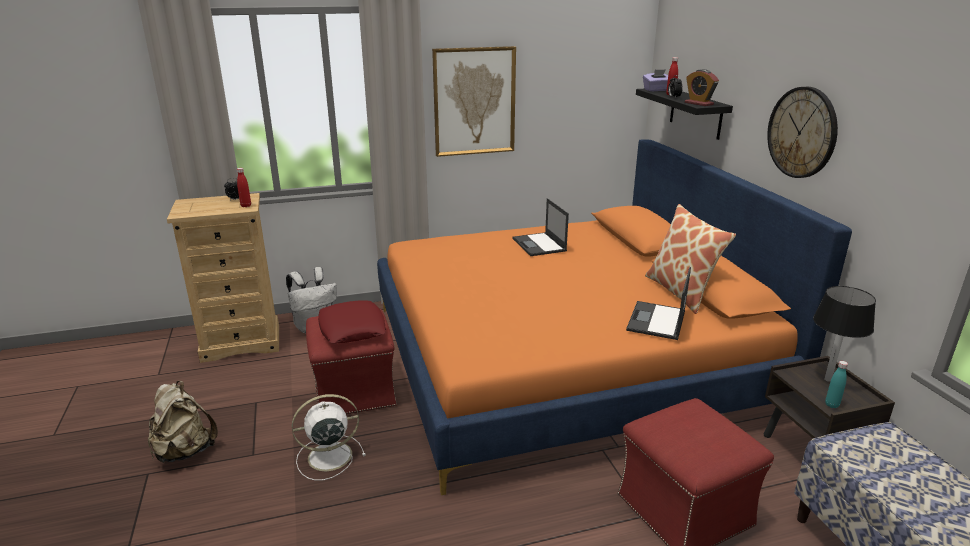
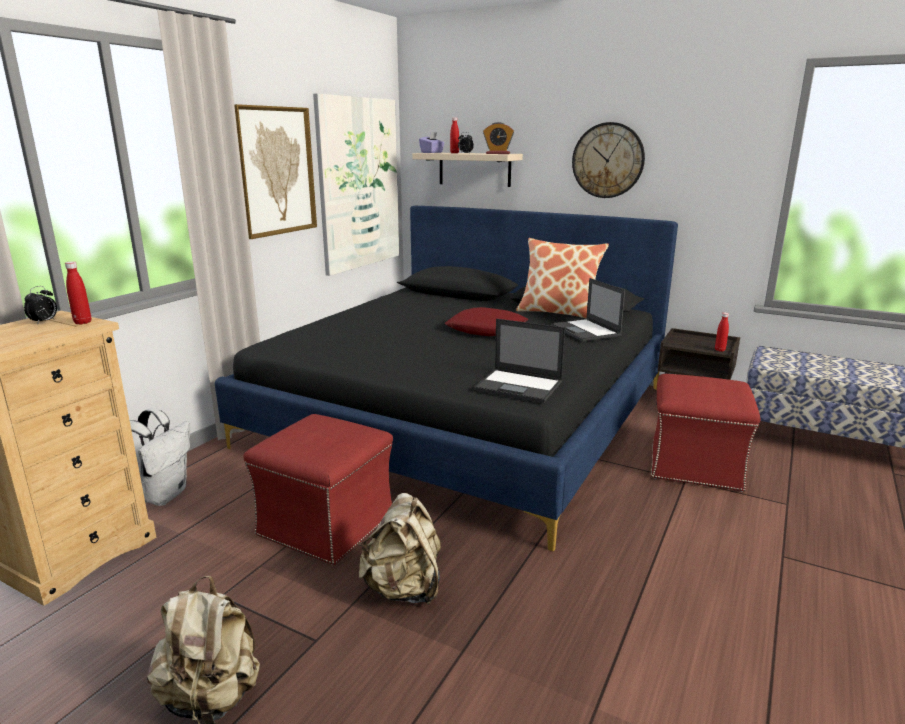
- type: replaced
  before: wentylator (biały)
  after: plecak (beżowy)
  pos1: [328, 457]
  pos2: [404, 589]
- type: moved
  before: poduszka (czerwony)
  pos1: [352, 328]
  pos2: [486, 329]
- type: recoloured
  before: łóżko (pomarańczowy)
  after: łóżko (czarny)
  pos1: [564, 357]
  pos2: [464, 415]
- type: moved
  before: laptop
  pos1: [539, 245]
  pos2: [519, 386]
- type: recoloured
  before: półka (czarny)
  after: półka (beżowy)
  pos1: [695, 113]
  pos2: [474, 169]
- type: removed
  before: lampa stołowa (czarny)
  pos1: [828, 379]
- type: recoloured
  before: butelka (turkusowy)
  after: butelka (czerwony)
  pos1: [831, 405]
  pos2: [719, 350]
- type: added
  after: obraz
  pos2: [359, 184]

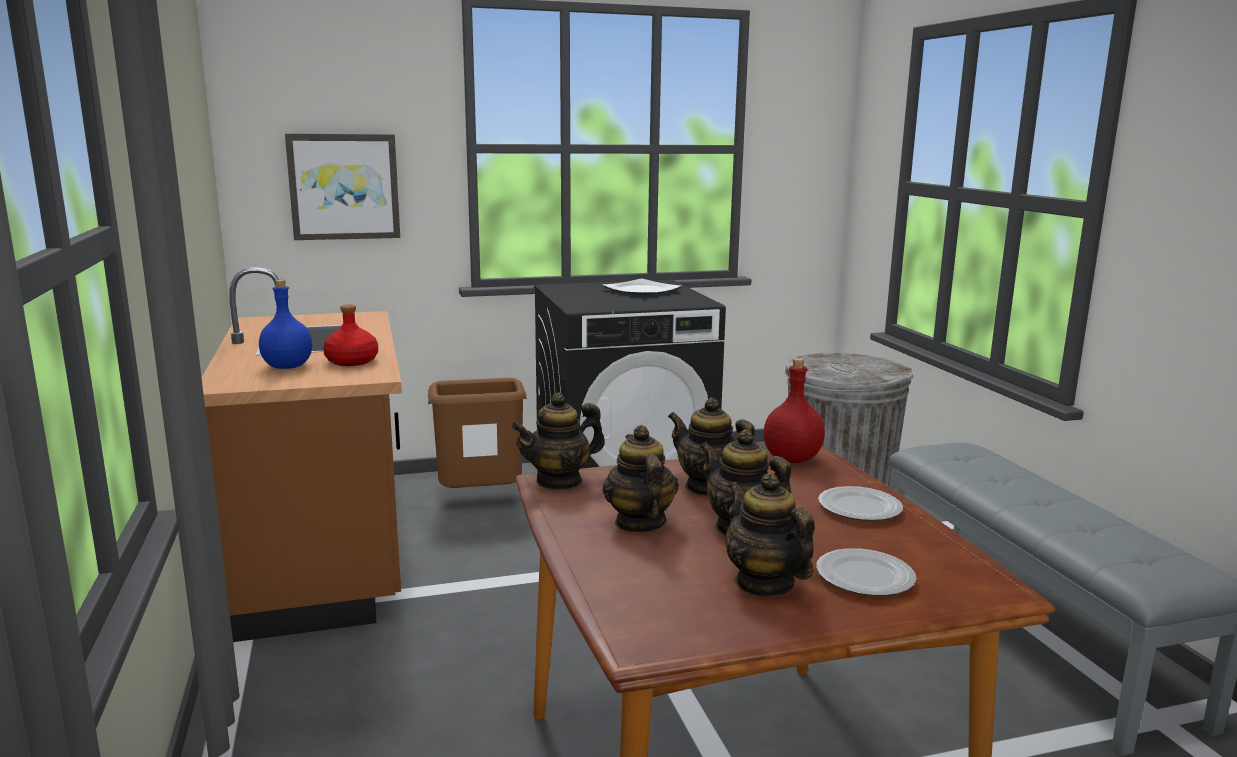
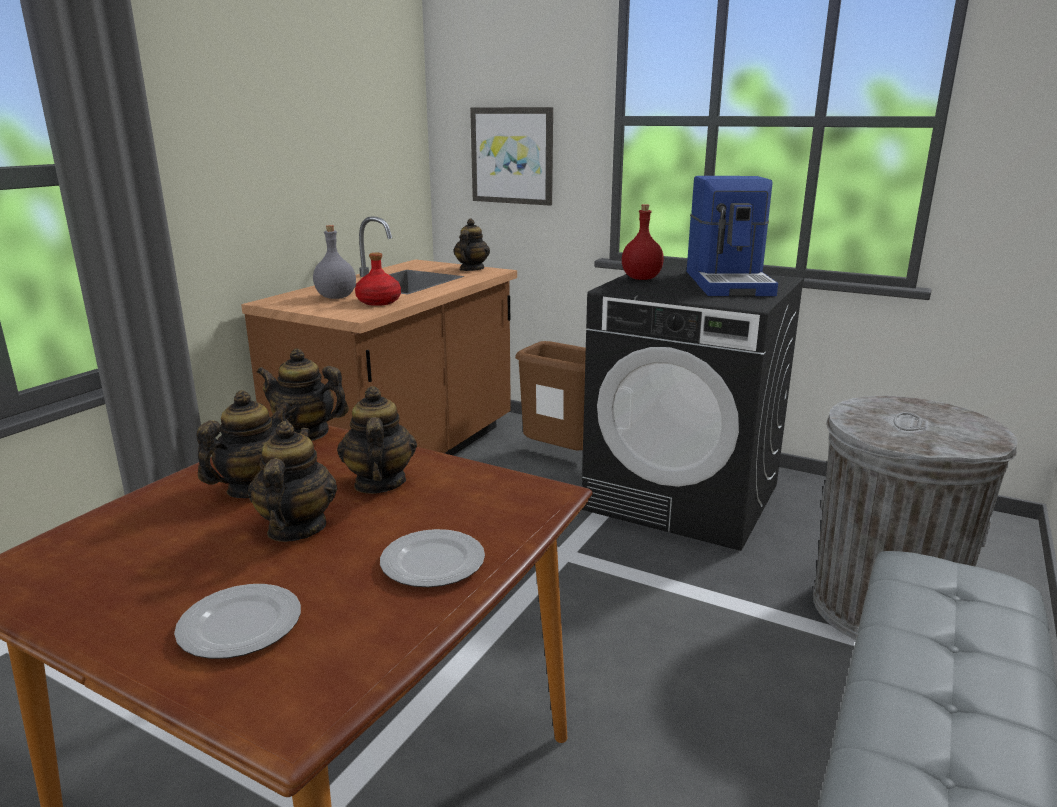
- type: recoloured
  before: butelka (niebieski)
  after: butelka (szary)
  pos1: [288, 367]
  pos2: [336, 297]
- type: replaced
  before: talerz
  after: ekspres do kawy
  pos1: [641, 290]
  pos2: [729, 283]
- type: moved
  before: imbryk
  pos1: [764, 583]
  pos2: [471, 269]
- type: moved
  before: butelka (czerwony)
  pos1: [791, 458]
  pos2: [641, 278]

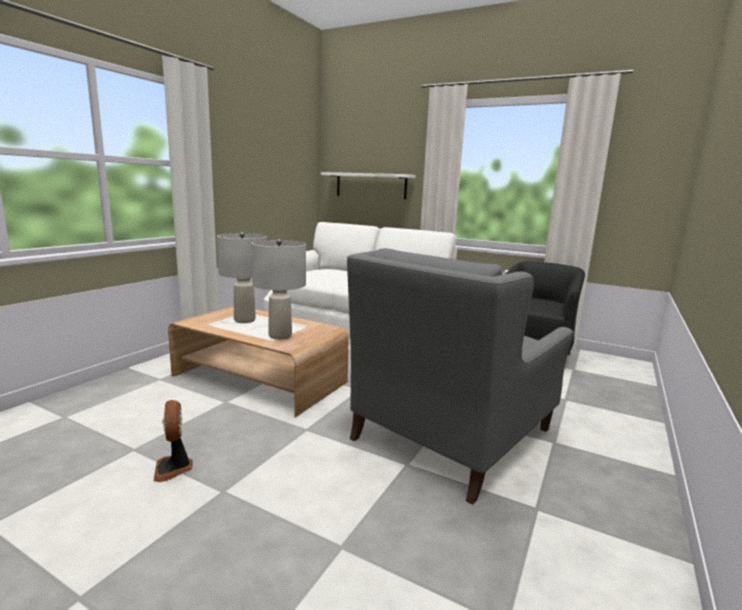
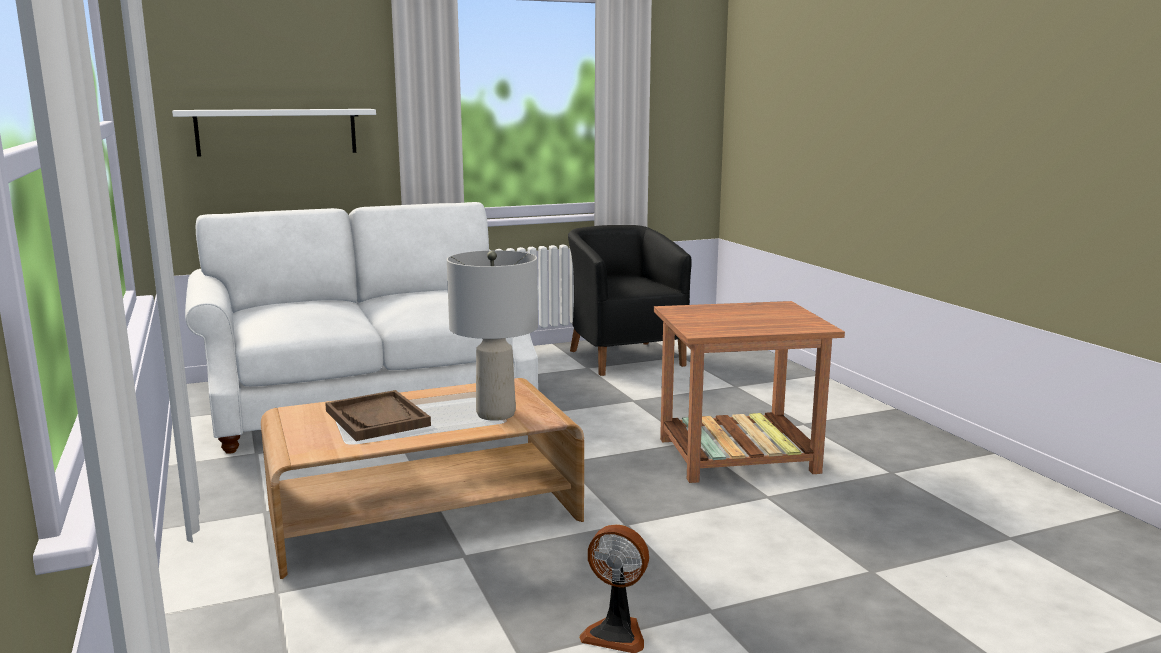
- type: replaced
  before: lampa stołowa (szary)
  after: taca (brązowy)
  pos1: [244, 320]
  pos2: [377, 418]
- type: replaced
  before: fotel (szary)
  after: stolik (brązowy)
  pos1: [452, 433]
  pos2: [735, 455]

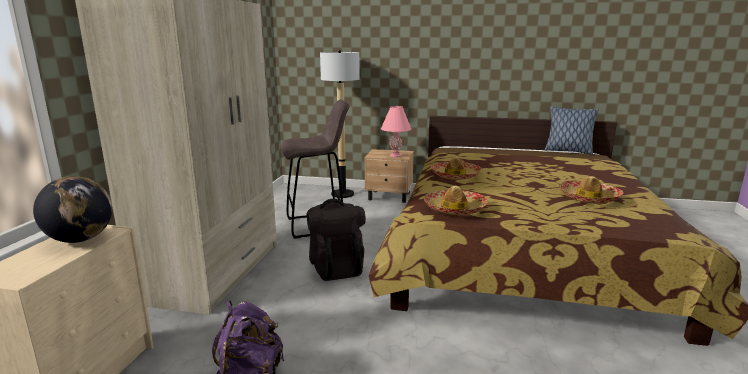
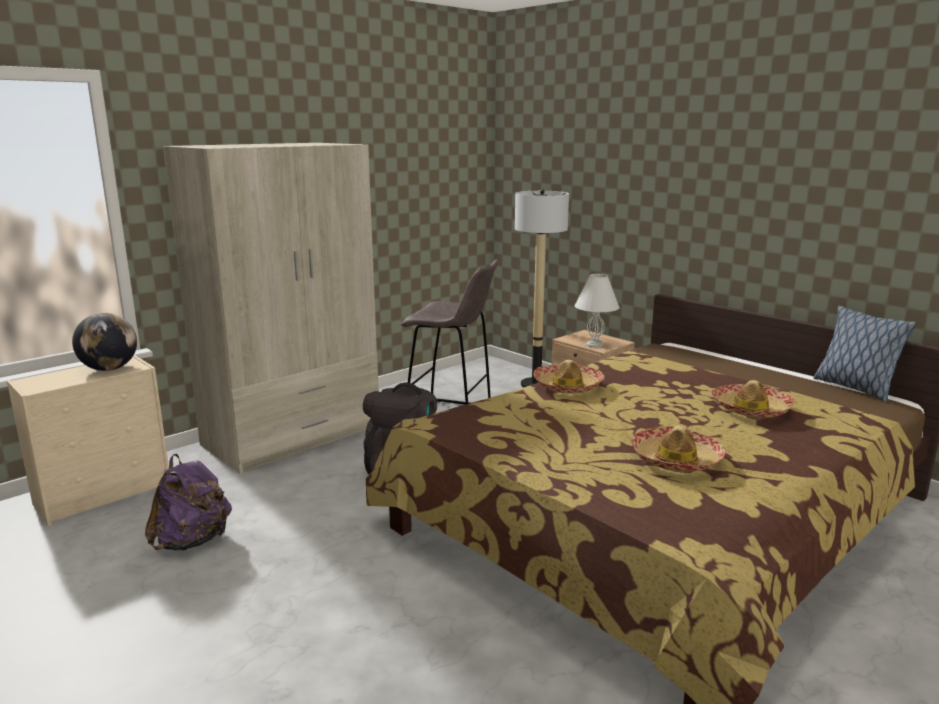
- type: recoloured
  before: lampa stołowa (różowy)
  after: lampa stołowa (biały)
  pos1: [395, 156]
  pos2: [595, 345]
- type: moved
  before: kapelusz
  pos1: [455, 209]
  pos2: [751, 409]

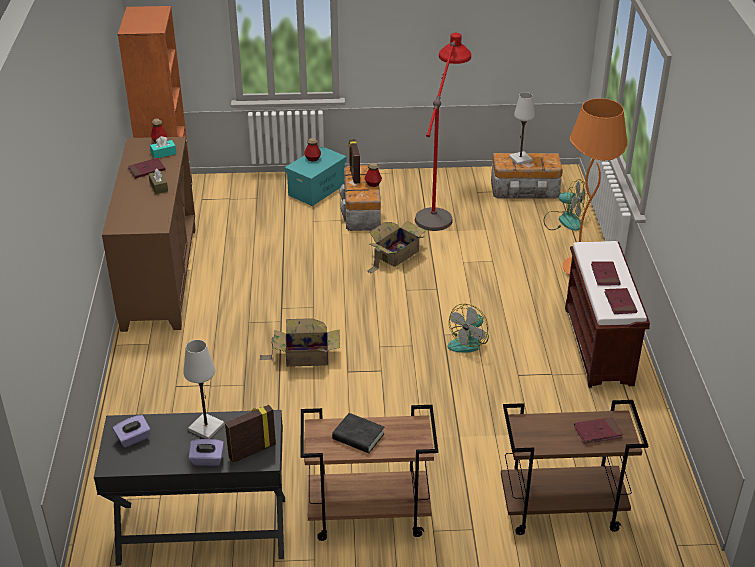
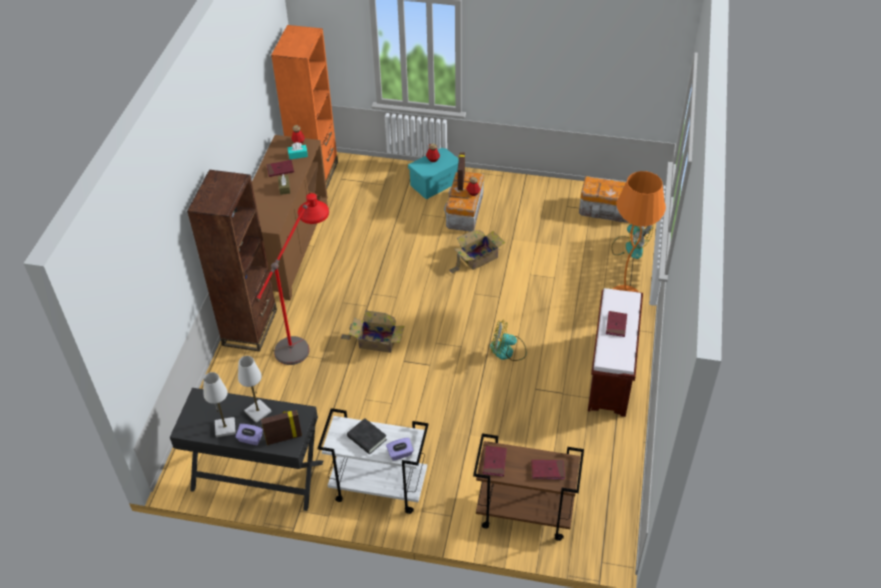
- type: moved
  before: pudełko chusteczek (fioletowy)
  pos1: [133, 439]
  pos2: [400, 454]
- type: recoloured
  before: wózek (brązowy)
  after: wózek (biały)
  pos1: [367, 515]
  pos2: [378, 488]
- type: moved
  before: lampa stojąca (czerwony)
  pos1: [440, 206]
  pos2: [306, 334]
- type: turned
  before: wentylator
  pos1: [469, 341]
  pos2: [507, 351]
  turn: 45
- type: moved
  before: lampa stołowa (biały)
  pos1: [520, 159]
  pos2: [225, 428]
- type: moved
  before: książka (czerwony)
  pos1: [620, 303]
  pos2: [494, 462]
- type: added
  after: regał (brązowy)
  pos2: [250, 327]

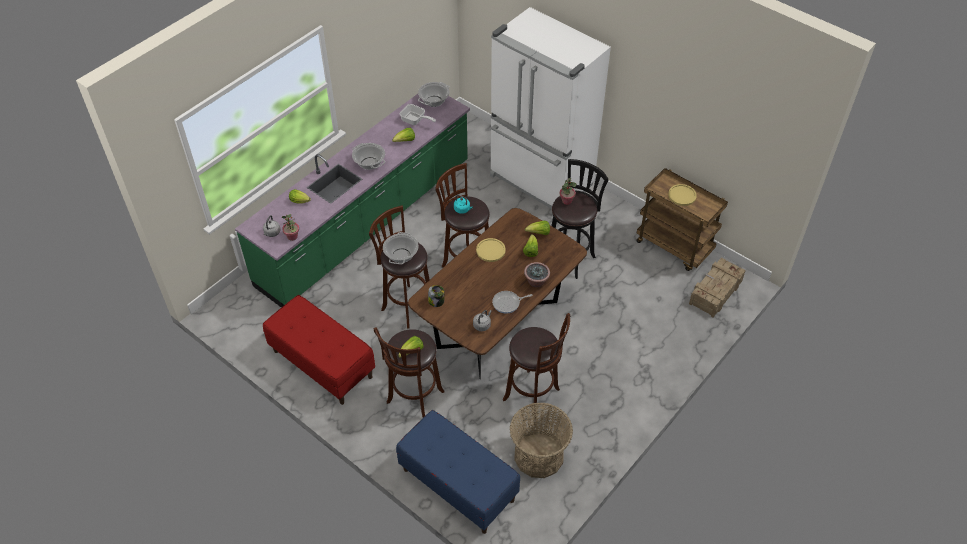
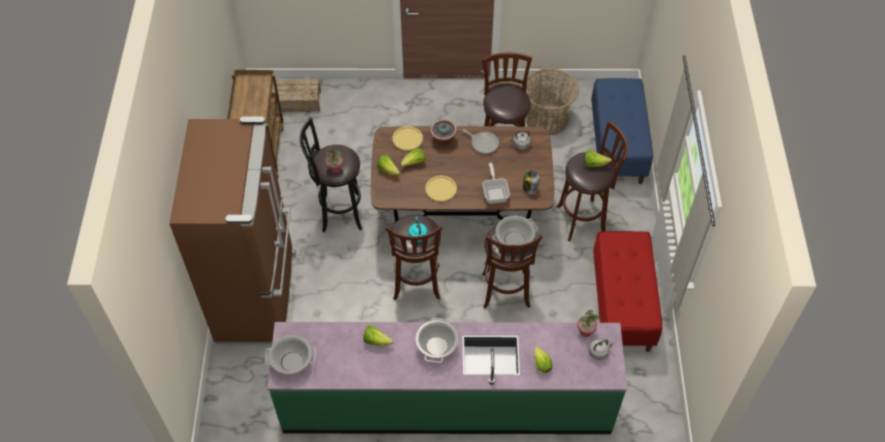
- type: moved
  before: patelnia
  pos1: [415, 121]
  pos2: [495, 192]
- type: recoloured
  before: lodówka (biały)
  after: lodówka (brązowy)
  pos1: [540, 181]
  pos2: [259, 296]
- type: moved
  before: talerz (żółty)
  pos1: [682, 195]
  pos2: [407, 139]

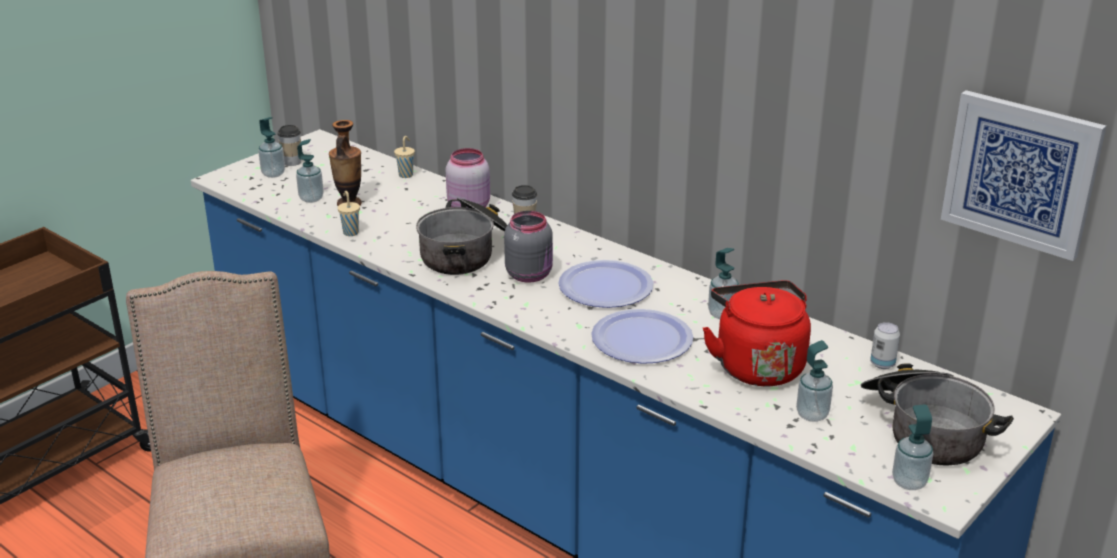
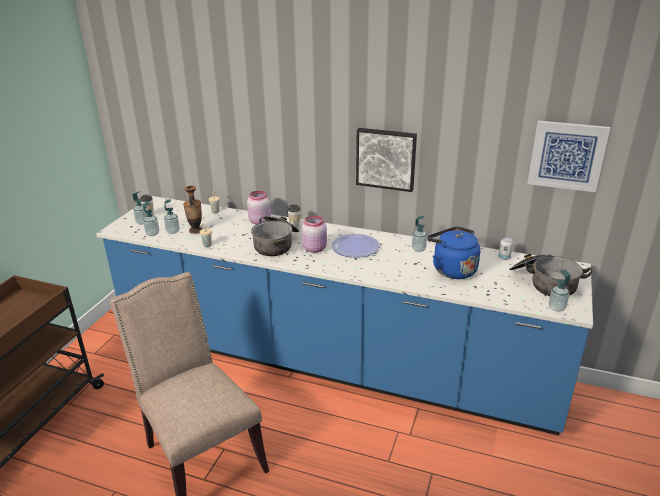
- type: recoloured
  before: słoik (szary)
  after: słoik (różowy)
  pos1: [530, 275]
  pos2: [315, 248]
- type: removed
  before: talerz
  pos1: [642, 339]
- type: recoloured
  before: czajnik (czerwony)
  after: czajnik (niebieski)
  pos1: [757, 365]
  pos2: [452, 269]
- type: moved
  before: dozownik mydła
  pos1: [812, 415]
  pos2: [152, 234]
- type: added
  after: obraz
  pos2: [386, 158]

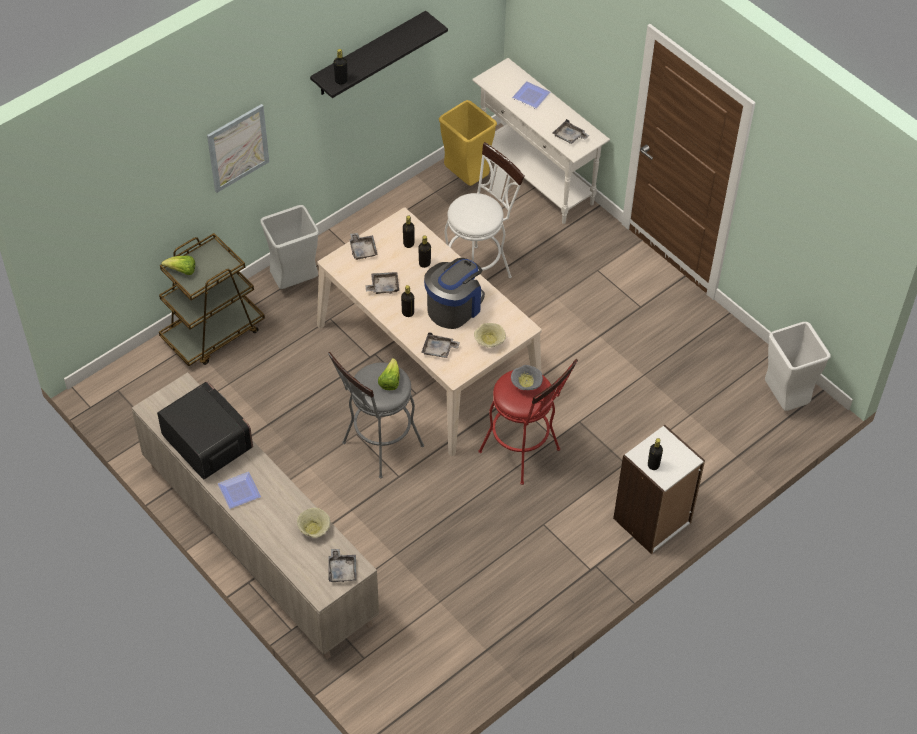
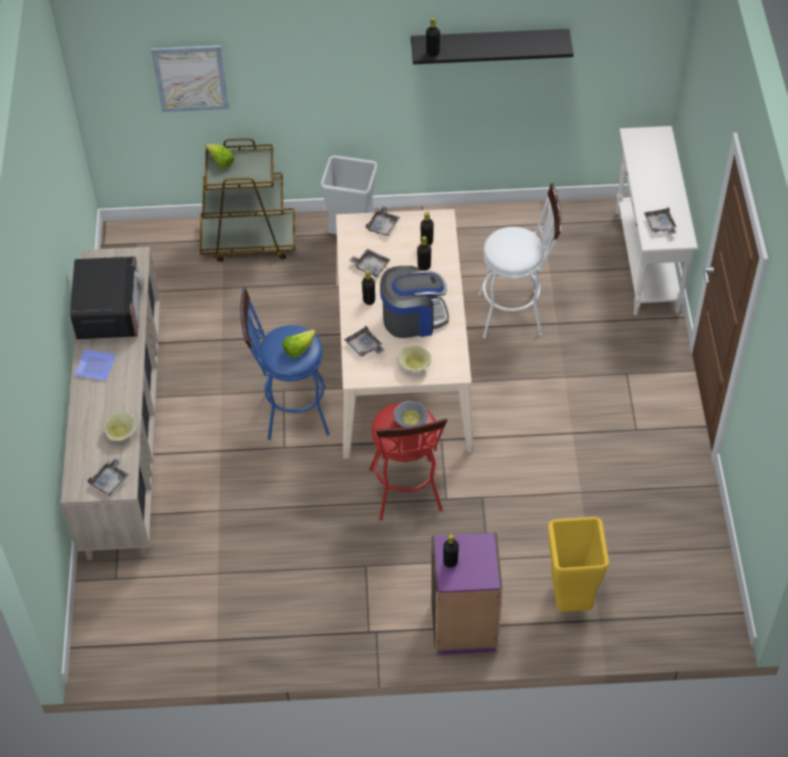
- type: moved
  before: obraz
  pos1: [238, 148]
  pos2: [190, 78]
- type: recoloured
  before: stołek (szary)
  after: stołek (niebieski)
  pos1: [378, 448]
  pos2: [289, 413]
- type: moved
  before: kosz na śmieci (żółty)
  pos1: [466, 178]
  pos2: [570, 596]
- type: removed
  before: talerz
  pos1: [530, 95]
- type: recoloured
  before: regał (biały)
  after: regał (fioletowy)
  pos1: [652, 521]
  pos2: [464, 626]
- type: removed
  before: kosz na śmieci (biały)
  pos1: [785, 400]

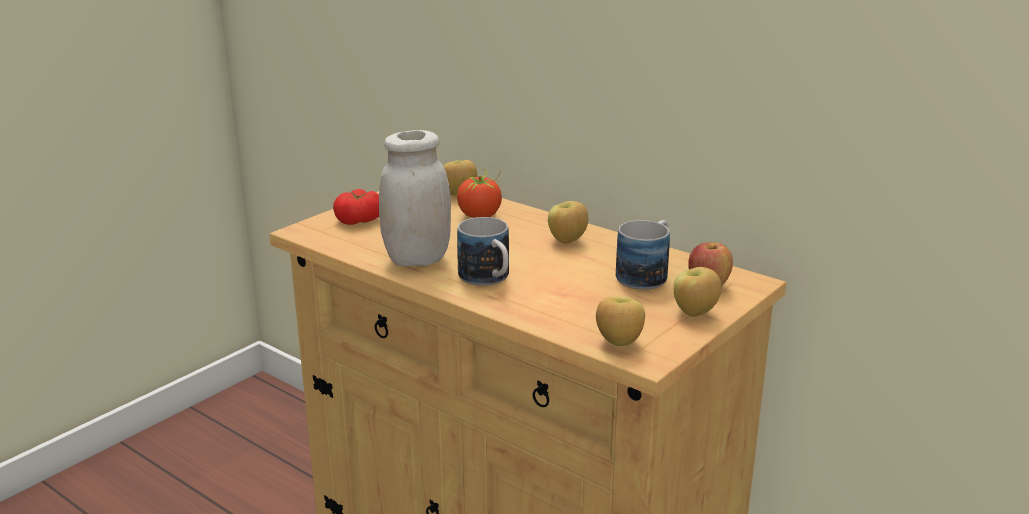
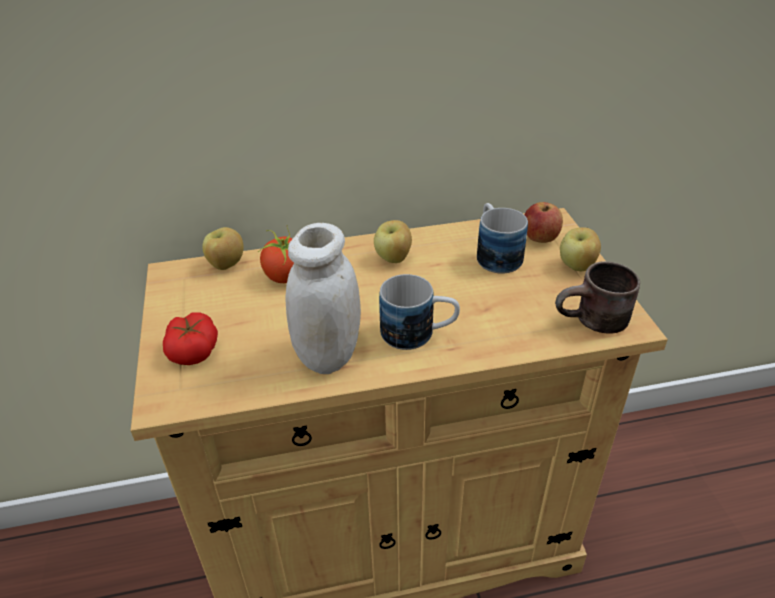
- type: replaced
  before: jabłko
  after: kubek (brązowy)
  pos1: [619, 342]
  pos2: [593, 324]

